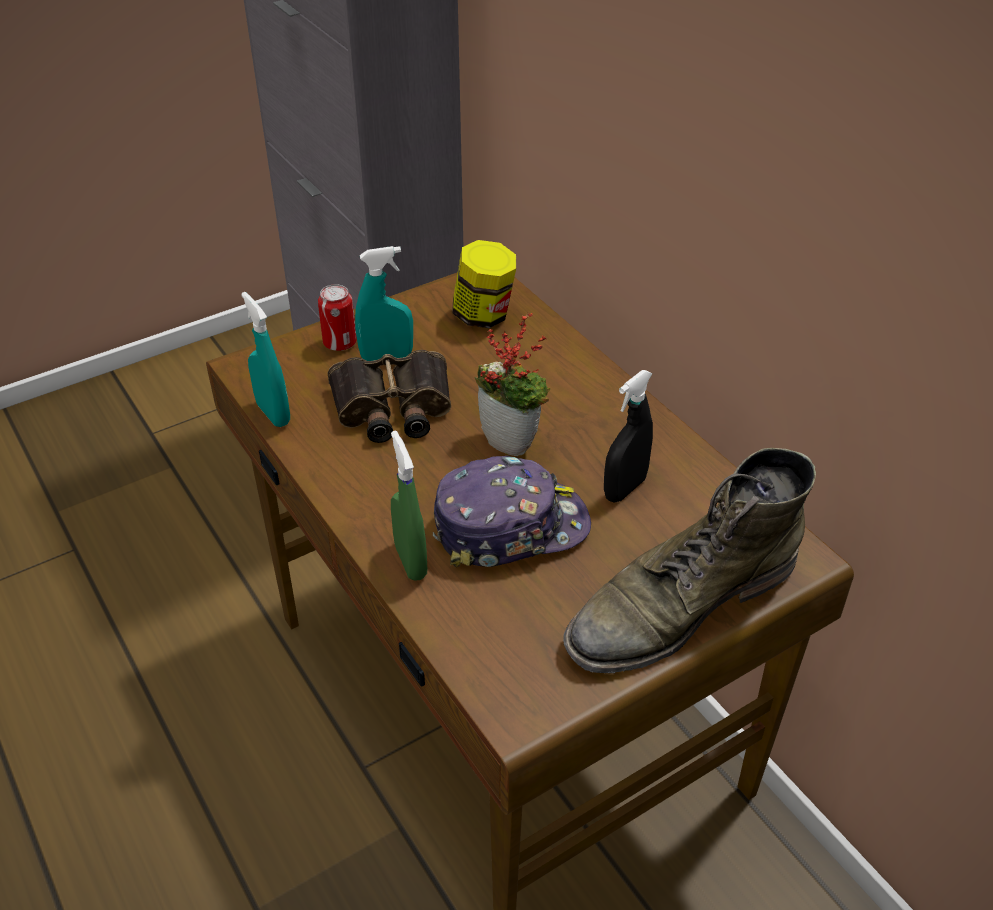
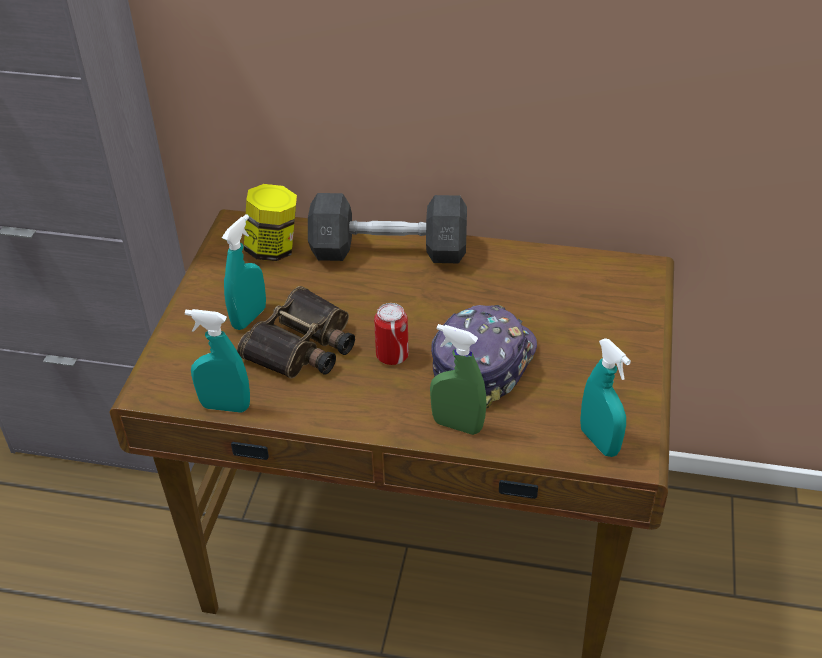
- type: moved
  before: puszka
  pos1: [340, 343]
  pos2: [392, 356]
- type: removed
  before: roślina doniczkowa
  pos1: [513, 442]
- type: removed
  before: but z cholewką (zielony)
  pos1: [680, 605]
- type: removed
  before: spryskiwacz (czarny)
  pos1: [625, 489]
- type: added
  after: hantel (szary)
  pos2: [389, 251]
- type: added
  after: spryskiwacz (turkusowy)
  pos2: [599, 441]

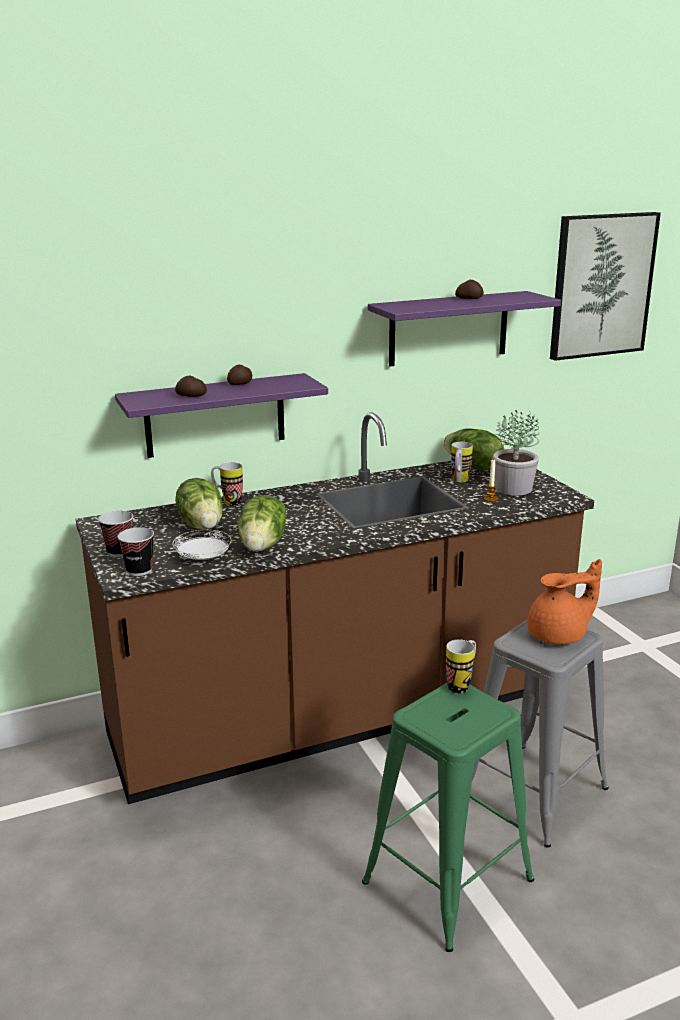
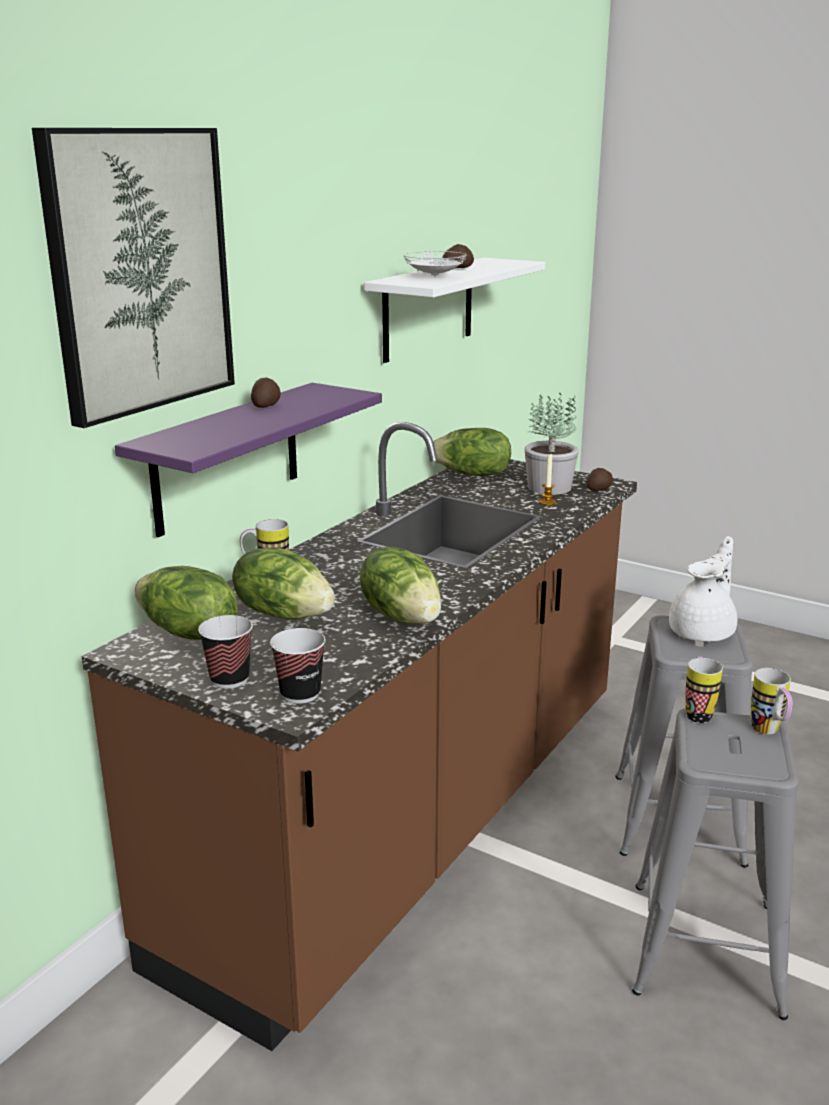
- type: moved
  before: talerz (biały)
  pos1: [203, 559]
  pos2: [434, 276]
- type: moved
  before: ziemniak
  pos1: [191, 396]
  pos2: [599, 489]
- type: recoloured
  before: stołek (zielony)
  after: stołek (szary)
  pos1: [448, 881]
  pos2: [705, 947]
- type: recoloured
  before: półka (fioletowy)
  after: półka (biały)
  pos1: [448, 328]
  pos2: [428, 308]
- type: moved
  before: kubek
  pos1: [459, 481]
  pos2: [769, 732]
- type: recoloured
  before: imbryk (pomarańczowy)
  after: imbryk (biały)
  pos1: [559, 635]
  pos2: [703, 632]
- type: moved
  before: obraz
  pos1: [601, 285]
  pos2: [139, 272]
- type: added
  after: sałata
  pos2: [187, 633]

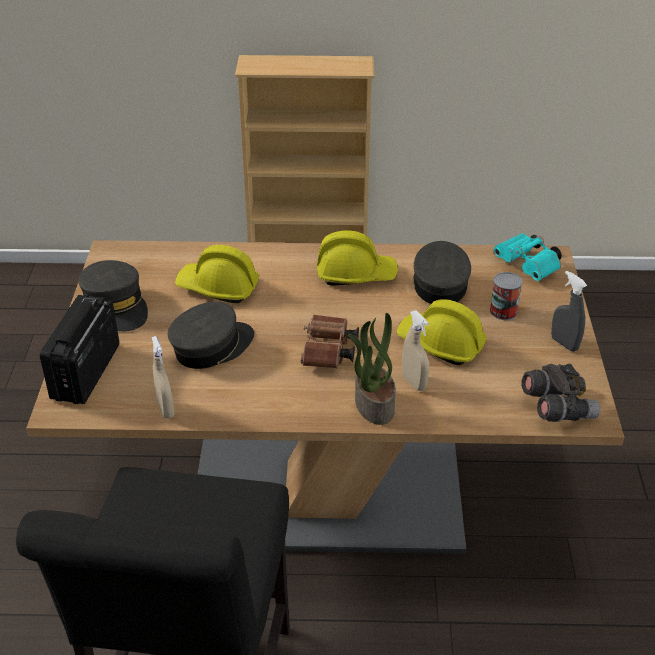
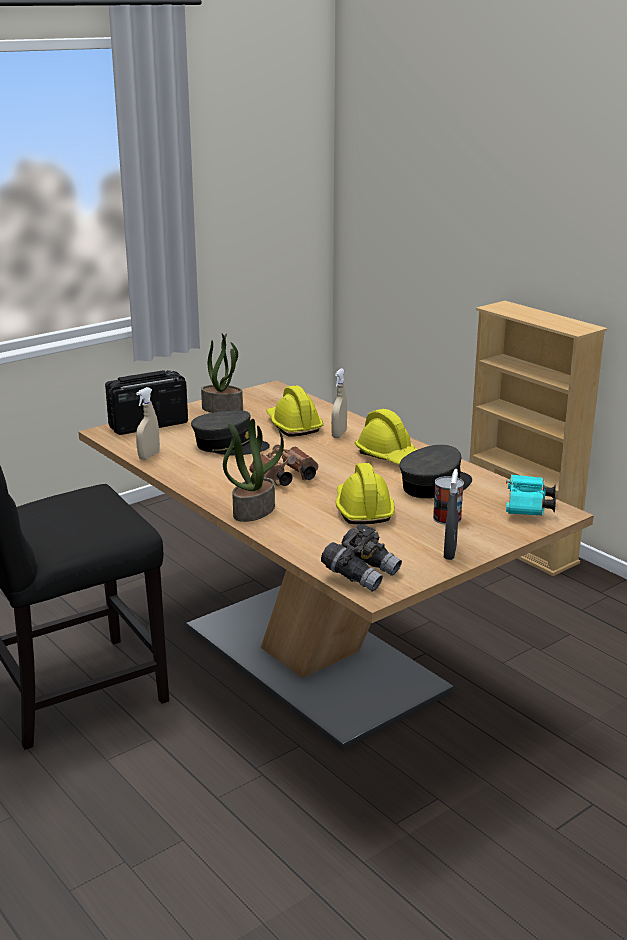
- type: replaced
  before: czapka z daszkiem (szary)
  after: roślina doniczkowa
  pos1: [116, 306]
  pos2: [223, 409]
- type: moved
  before: spryskiwacz (beżowy)
  pos1: [414, 382]
  pos2: [339, 434]

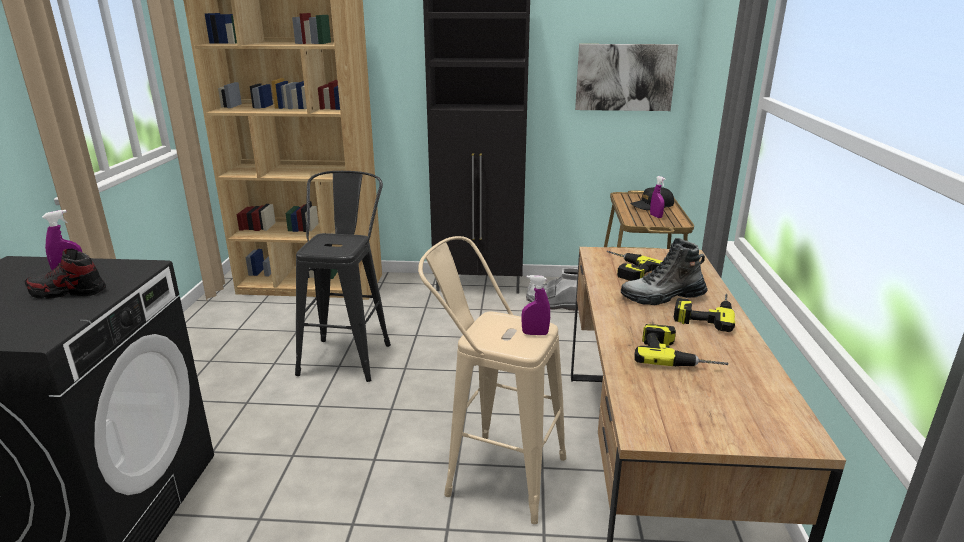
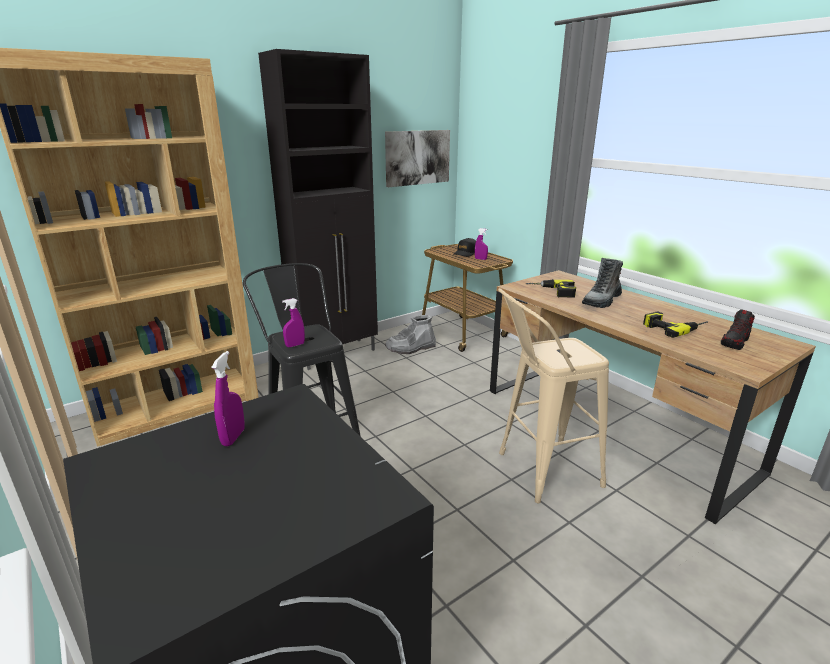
- type: moved
  before: but
  pos1: [68, 292]
  pos2: [735, 342]
- type: moved
  before: spryskiwacz (fioletowy)
  pos1: [535, 334]
  pos2: [295, 345]
- type: removed
  before: wiertarka
  pos1: [704, 313]

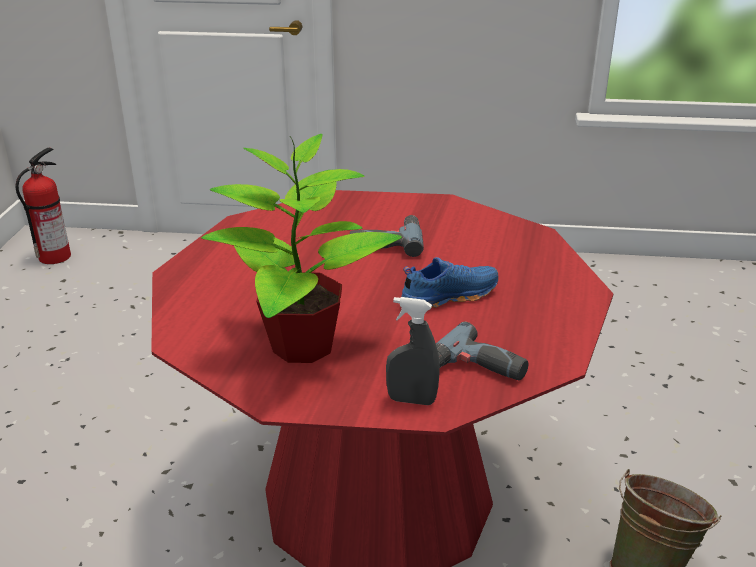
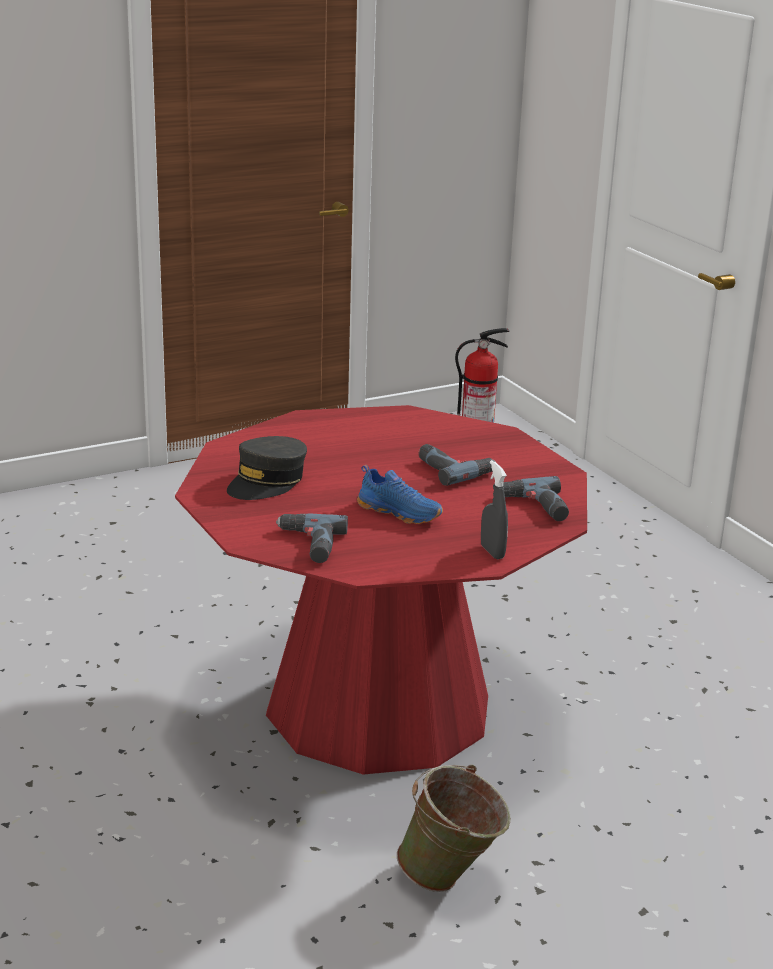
- type: replaced
  before: roślina doniczkowa
  after: czapka z daszkiem (szary)
  pos1: [300, 346]
  pos2: [267, 482]
- type: moved
  before: spryskiwacz (szary)
  pos1: [411, 400]
  pos2: [492, 552]
- type: added
  after: wiertarka
  pos2: [534, 507]

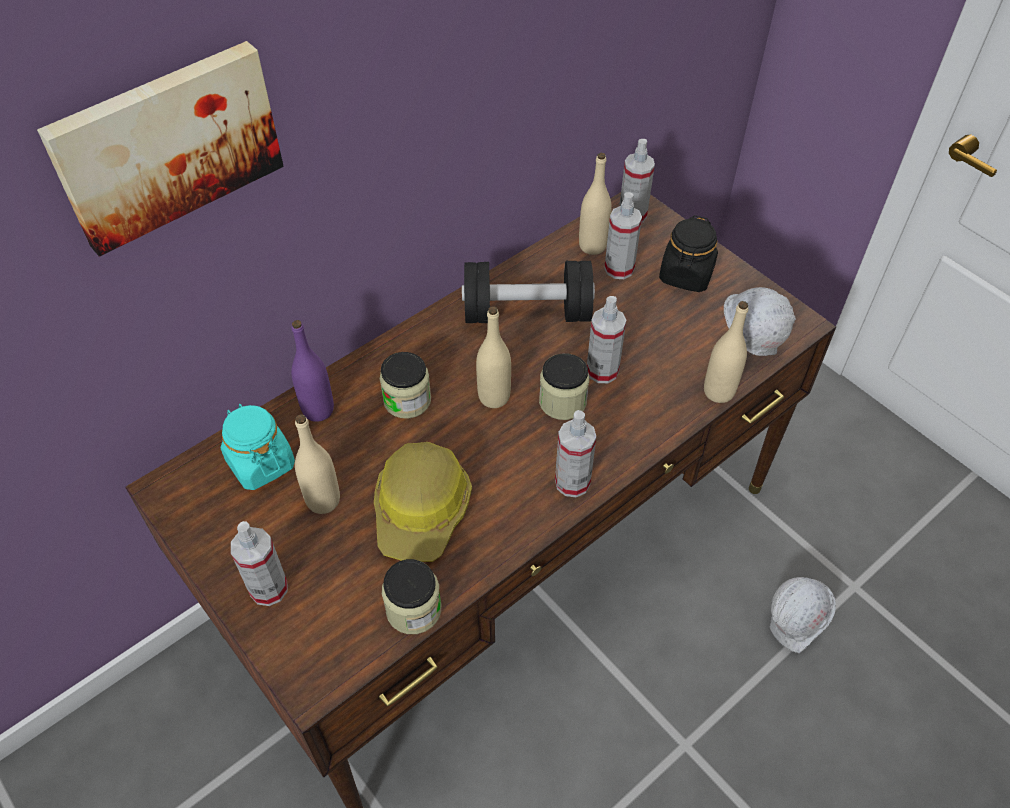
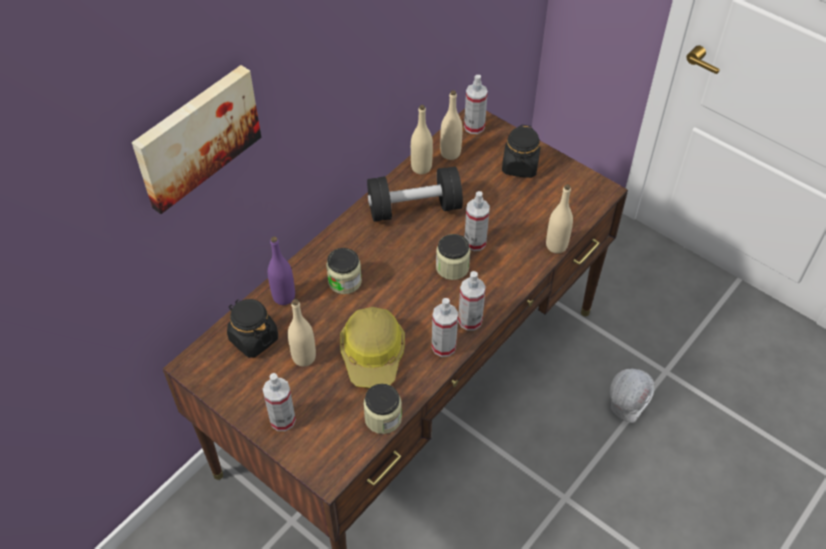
- type: recoloured
  before: słoik (turkusowy)
  after: słoik (czarny)
  pos1: [260, 463]
  pos2: [253, 339]
- type: moved
  before: butelka (beżowy)
  pos1: [494, 397]
  pos2: [421, 167]
- type: moved
  before: spryskiwacz
  pos1: [619, 268]
  pos2: [443, 346]
- type: removed
  before: kask (biały)
  pos1: [748, 346]

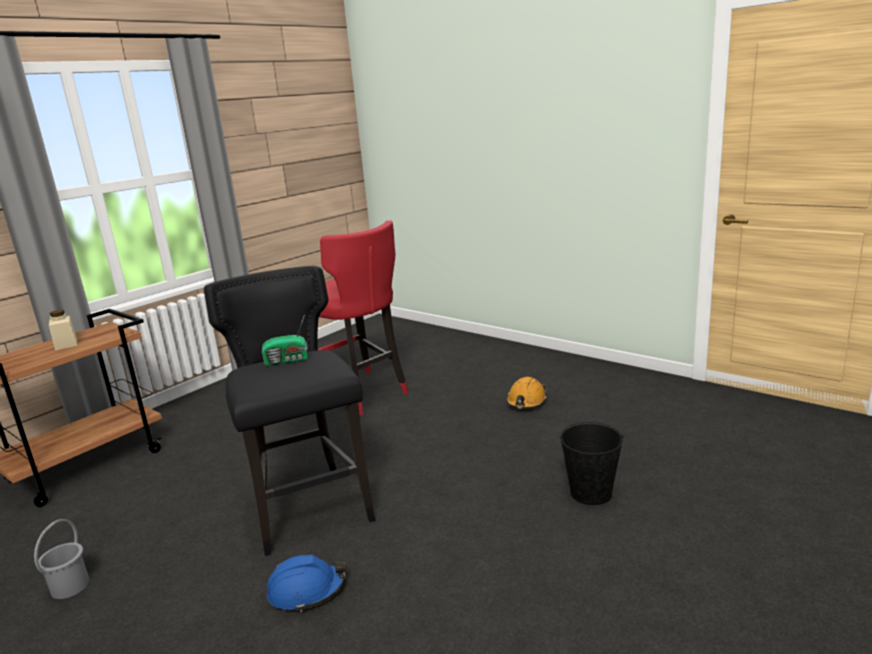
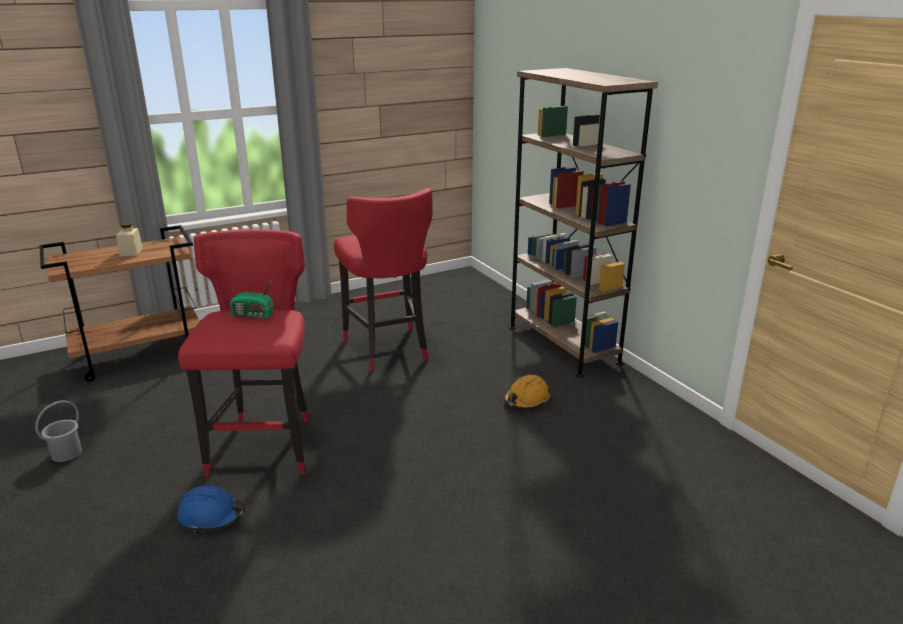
- type: recoloured
  before: stołek (czarny)
  after: stołek (czerwony)
  pos1: [310, 509]
  pos2: [265, 446]
- type: removed
  before: wiadro (czarny)
  pos1: [591, 493]
- type: added
  after: regał (brązowy)
  pos2: [563, 345]

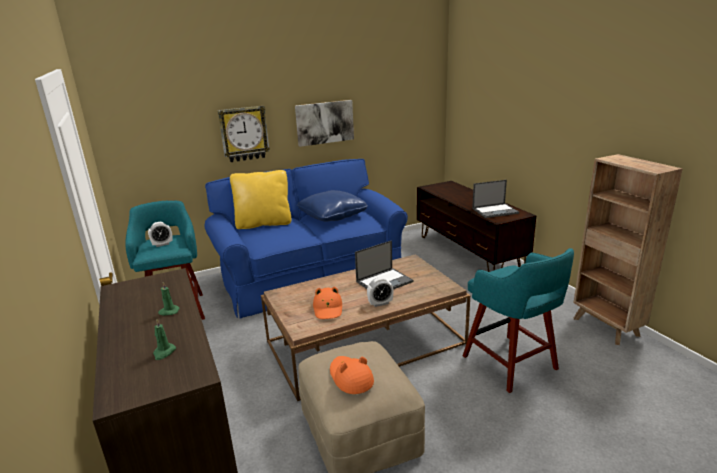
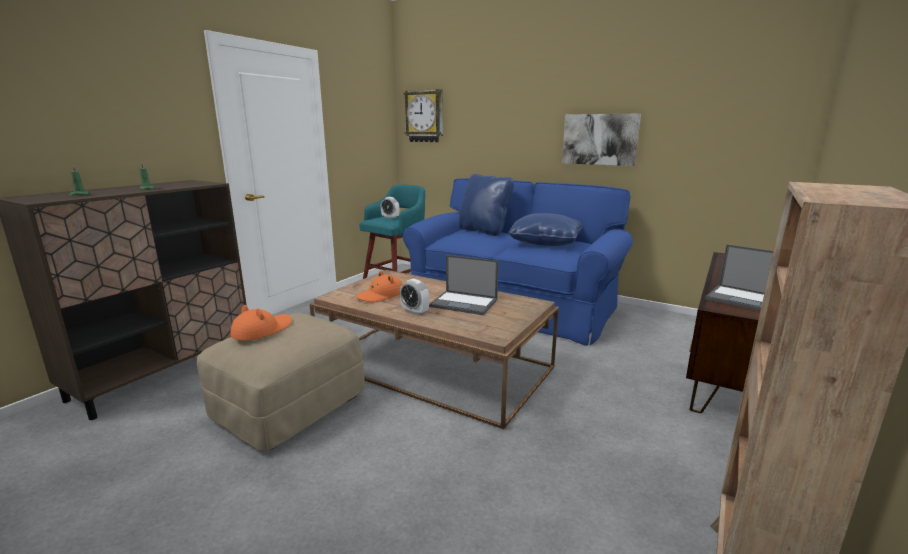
- type: moved
  before: zegar ścienny
  pos1: [244, 134]
  pos2: [424, 116]
- type: recoloured
  before: poduszka (żółty)
  after: poduszka (niebieski)
  pos1: [264, 224]
  pos2: [484, 231]
- type: removed
  before: stołek (turkusowy)
  pos1: [511, 364]

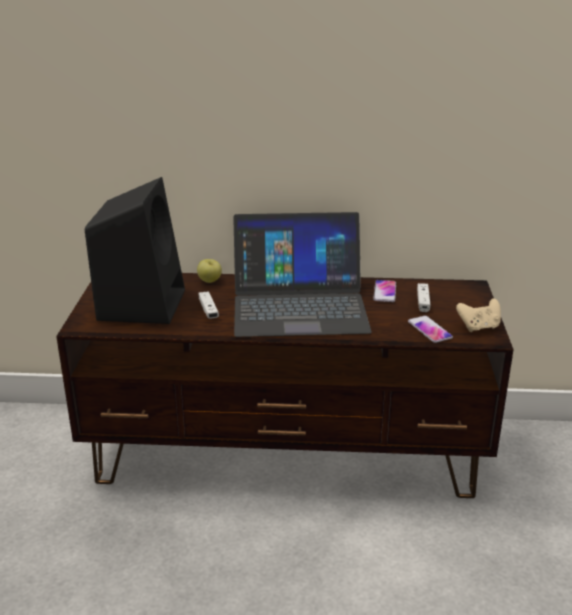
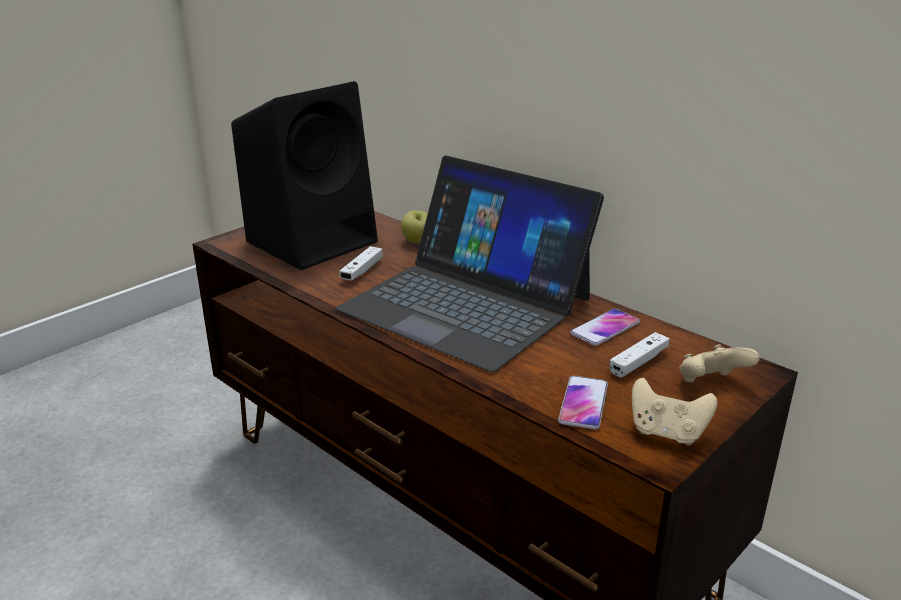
- type: added
  after: pad do gier (beżowy)
  pos2: [710, 384]

